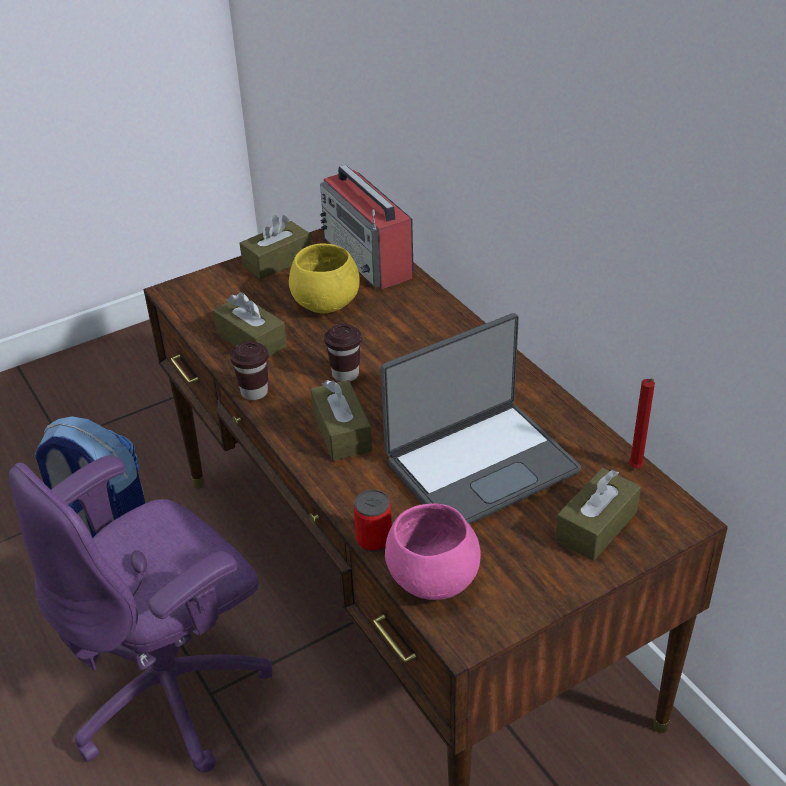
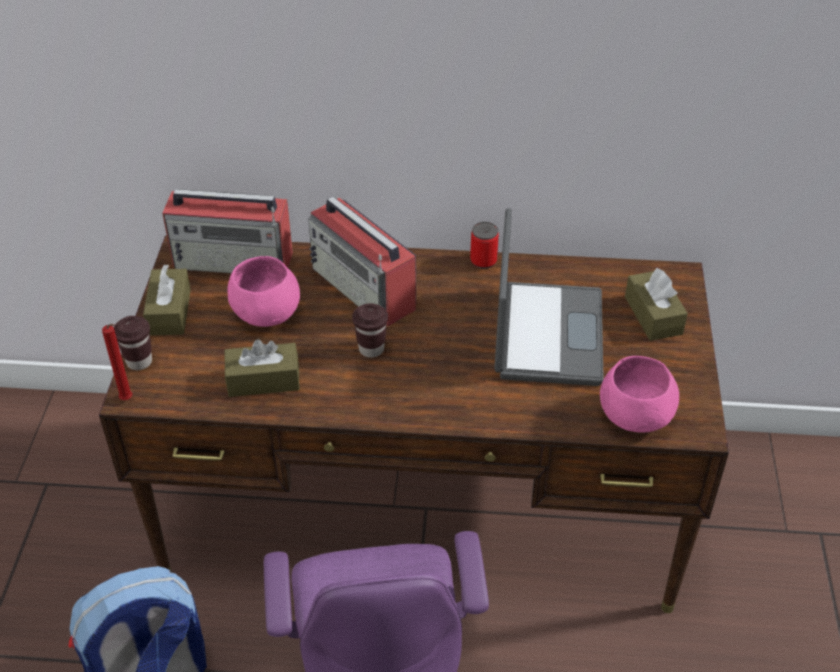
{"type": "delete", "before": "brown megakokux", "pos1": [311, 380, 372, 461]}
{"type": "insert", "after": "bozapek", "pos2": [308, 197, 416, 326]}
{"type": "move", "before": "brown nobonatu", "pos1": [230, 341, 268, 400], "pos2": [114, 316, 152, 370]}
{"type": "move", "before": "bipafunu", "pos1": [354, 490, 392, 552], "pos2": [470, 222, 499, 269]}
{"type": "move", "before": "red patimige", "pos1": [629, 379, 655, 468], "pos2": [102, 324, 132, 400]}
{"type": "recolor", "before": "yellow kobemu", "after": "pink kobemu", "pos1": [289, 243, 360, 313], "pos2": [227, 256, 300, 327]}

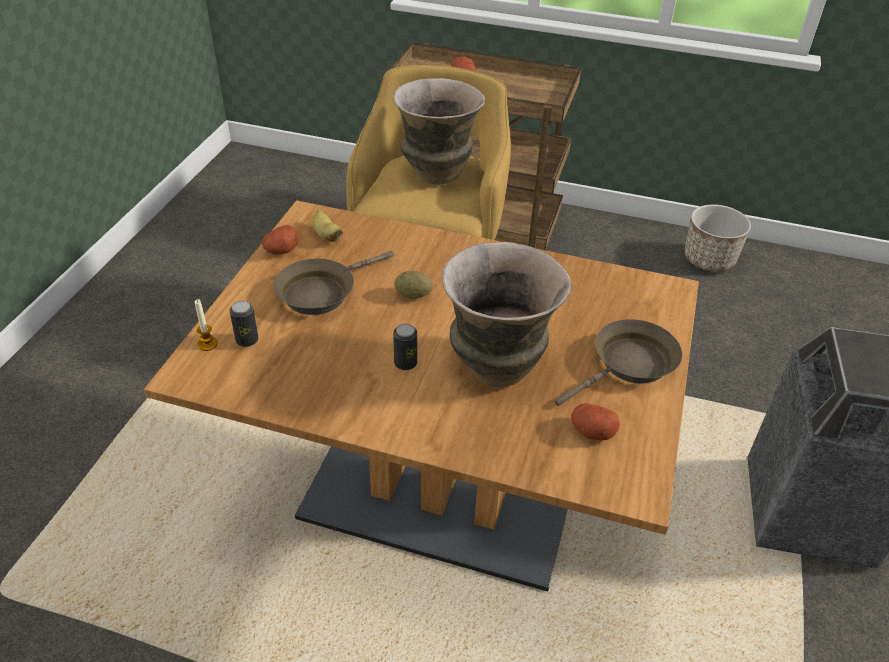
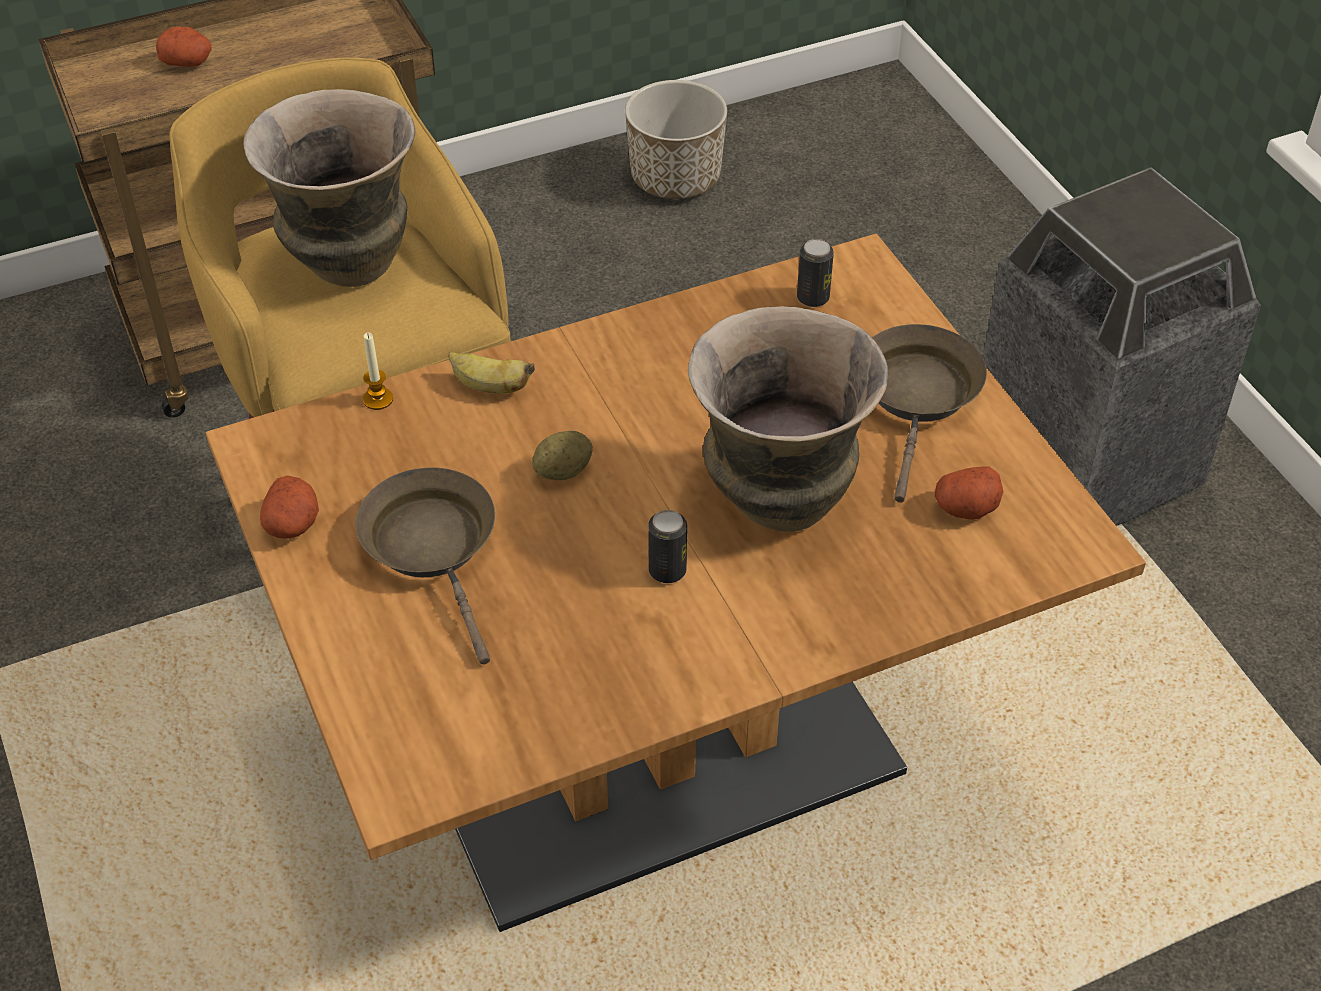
{"type": "move", "before": "patimige", "pos1": [195, 299, 218, 351], "pos2": [363, 333, 393, 410]}
{"type": "move", "before": "bipafunu", "pos1": [229, 301, 259, 347], "pos2": [797, 239, 834, 307]}
{"type": "move", "before": "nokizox", "pos1": [313, 209, 343, 242], "pos2": [448, 351, 535, 394]}
{"type": "rotate", "before": "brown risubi", "pos1": [273, 251, 394, 315], "pos2": [355, 467, 495, 664], "turn": 150}

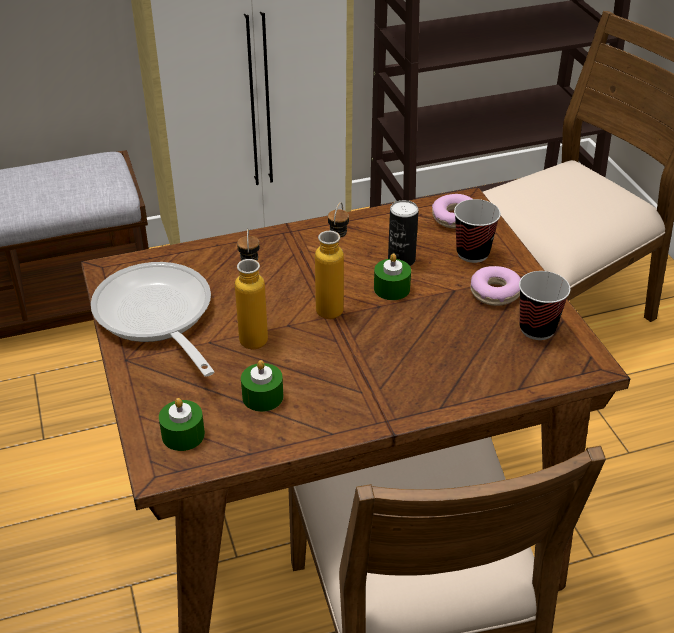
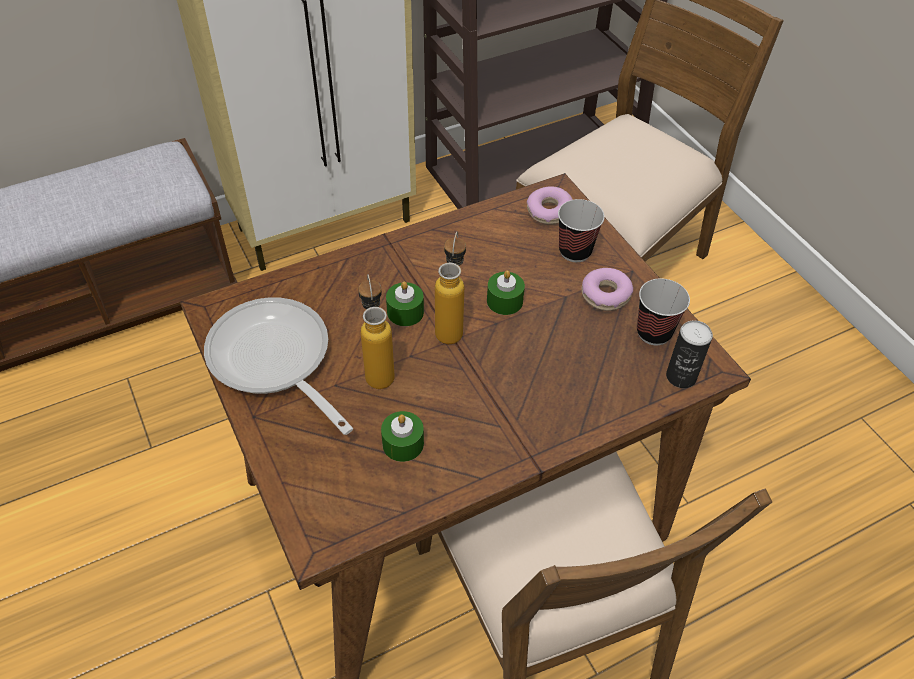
{"type": "move", "before": "green patimige", "pos1": [159, 398, 205, 451], "pos2": [386, 281, 424, 326]}
{"type": "move", "before": "bipafunu", "pos1": [388, 200, 419, 266], "pos2": [666, 320, 713, 388]}

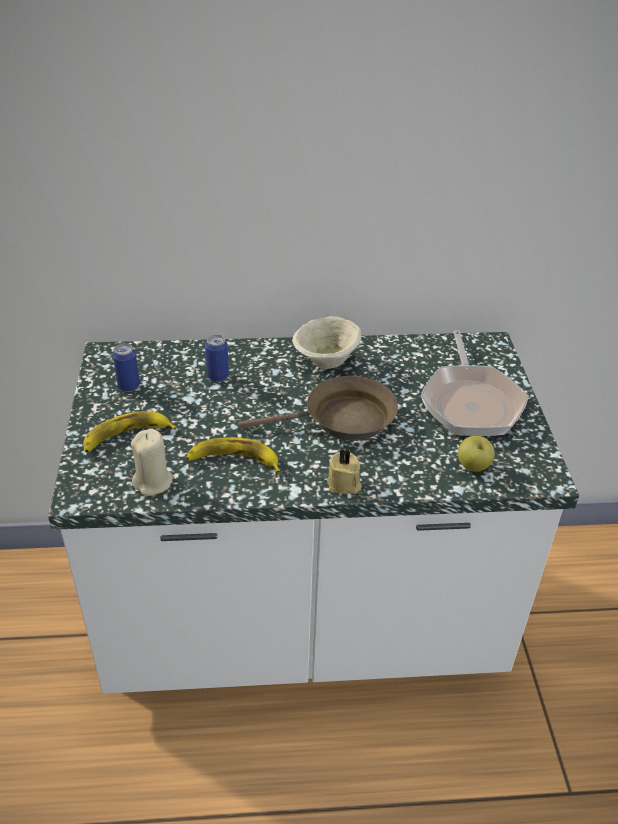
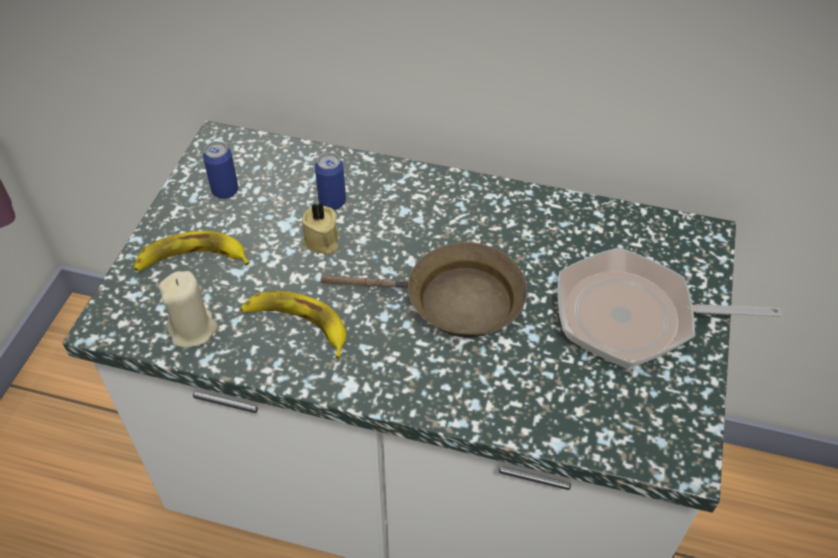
{"type": "delete", "before": "beige kobemu", "pos1": [292, 316, 361, 369]}
{"type": "delete", "before": "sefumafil", "pos1": [458, 436, 495, 471]}
{"type": "move", "before": "beige patimige", "pos1": [327, 449, 362, 494], "pos2": [302, 203, 340, 255]}
{"type": "rotate", "before": "risubi", "pos1": [420, 330, 529, 436], "pos2": [558, 247, 782, 369], "turn": 75}

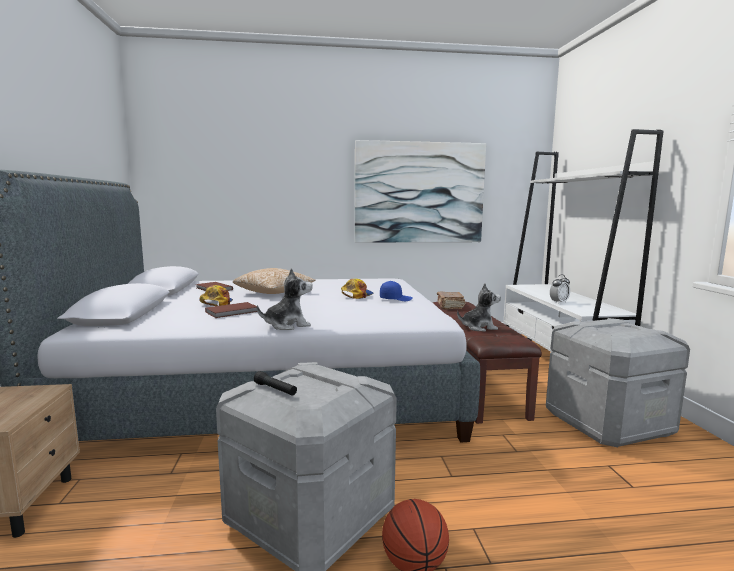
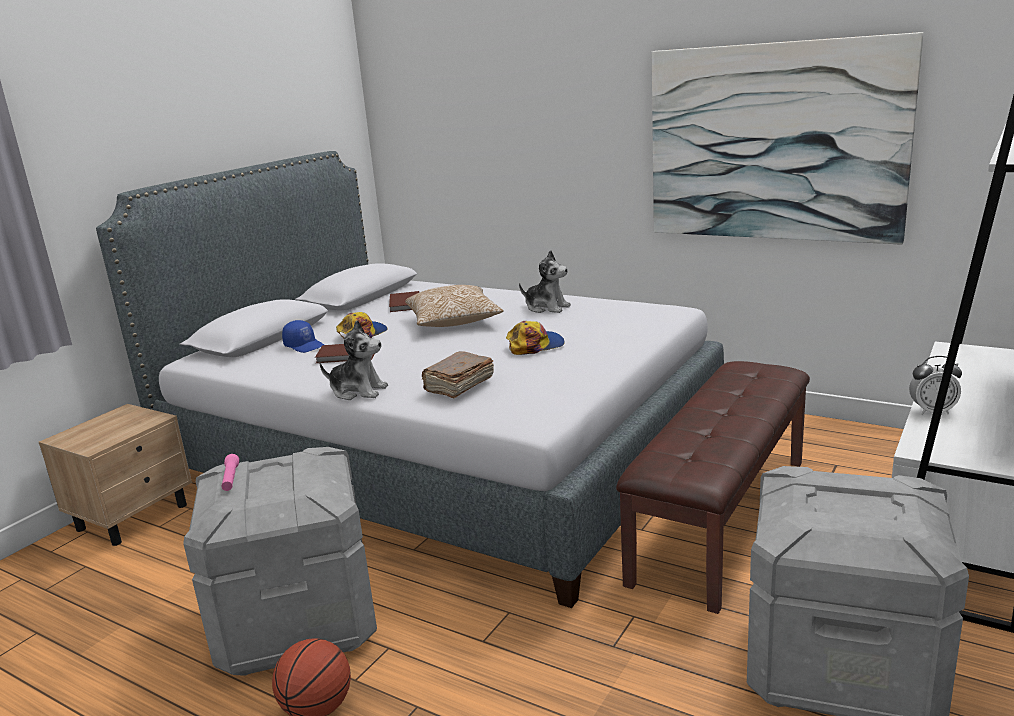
{"type": "move", "before": "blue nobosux", "pos1": [380, 281, 413, 301], "pos2": [282, 320, 324, 353]}
{"type": "move", "before": "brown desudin", "pos1": [437, 292, 466, 309], "pos2": [421, 351, 494, 398]}
{"type": "move", "before": "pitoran", "pos1": [457, 283, 501, 332], "pos2": [519, 250, 571, 313]}
{"type": "recolor", "before": "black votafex", "after": "pink votafex", "pos1": [254, 371, 297, 396], "pos2": [221, 454, 239, 491]}

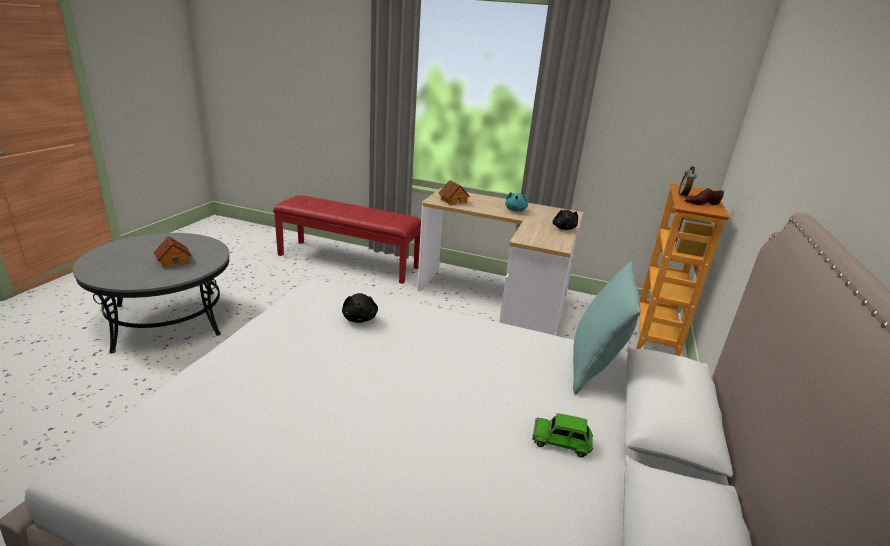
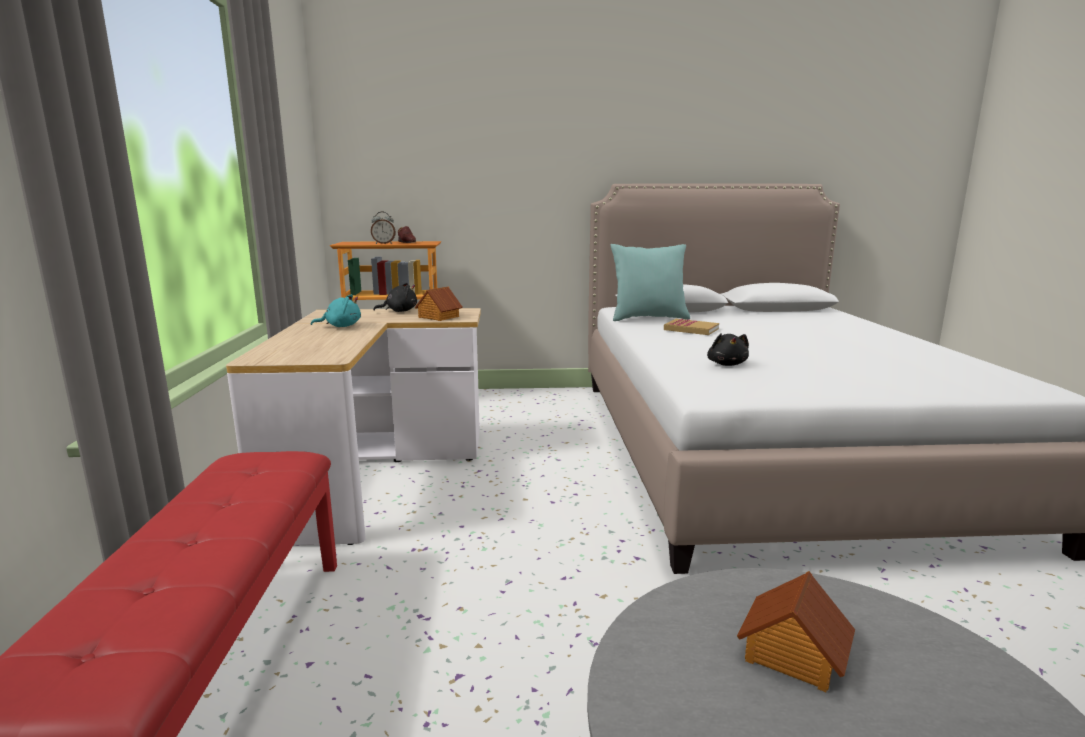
{"type": "delete", "before": "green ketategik", "pos1": [532, 413, 593, 457]}
{"type": "insert", "after": "desudin", "pos2": [664, 319, 719, 335]}
{"type": "move", "before": "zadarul", "pos1": [438, 180, 470, 205], "pos2": [415, 286, 462, 321]}
{"type": "rotate", "before": "black pitoran", "pos1": [342, 293, 378, 323], "pos2": [707, 334, 749, 366], "turn": 120}

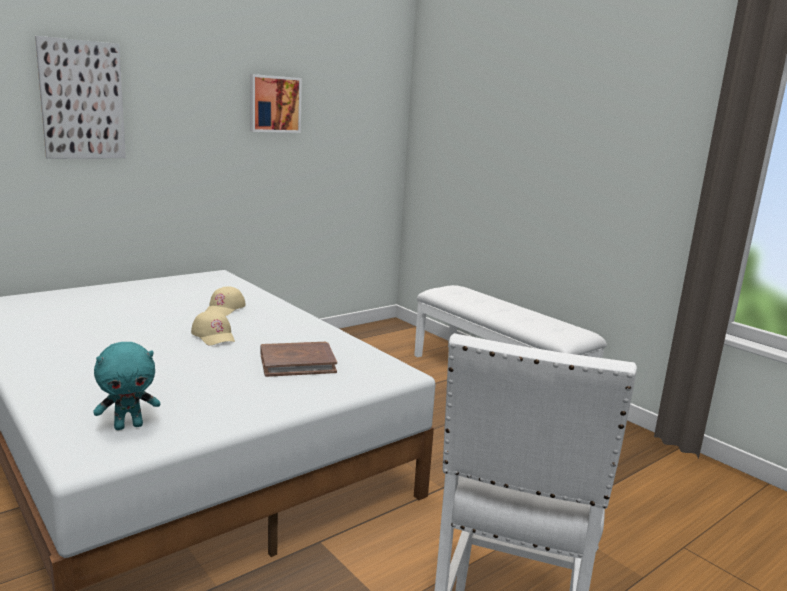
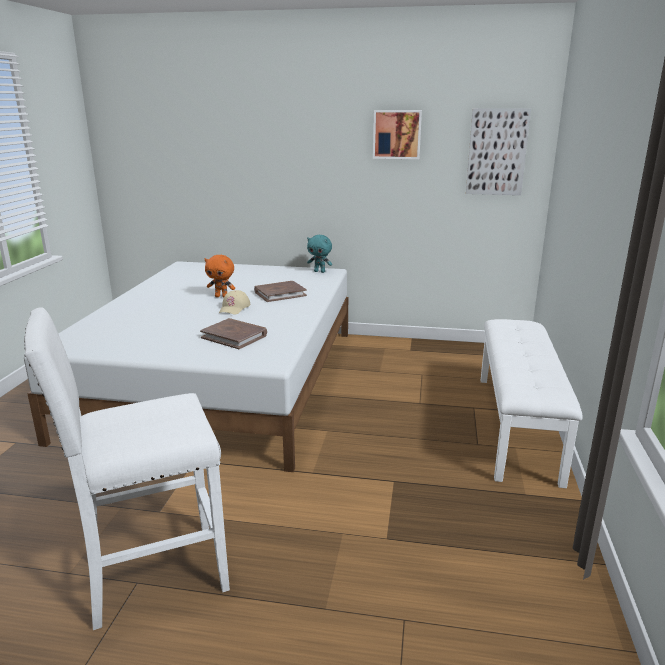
{"type": "insert", "after": "orange pitoran", "pos2": [205, 255, 235, 298]}
{"type": "move", "before": "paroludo", "pos1": [35, 36, 126, 159], "pos2": [466, 108, 531, 195]}
{"type": "move", "before": "turquoise pitoran", "pos1": [93, 342, 160, 430], "pos2": [307, 235, 332, 273]}
{"type": "replace", "before": "beige nobosux", "after": "brown desudin", "pos1": [206, 286, 246, 316], "pos2": [254, 281, 307, 302]}

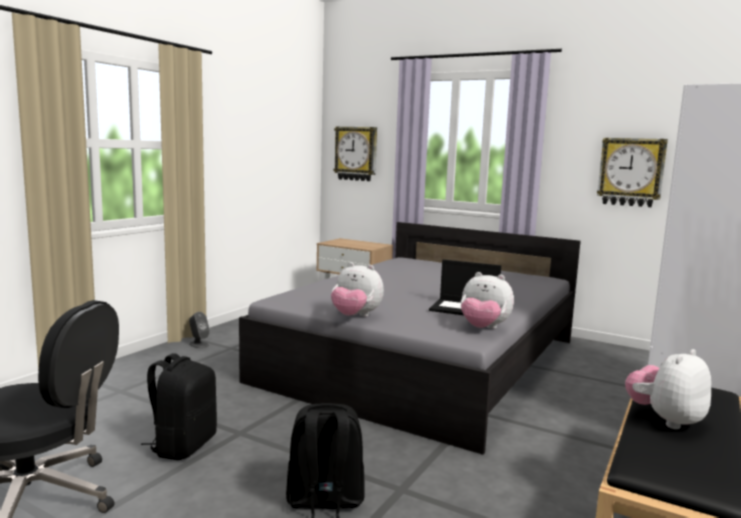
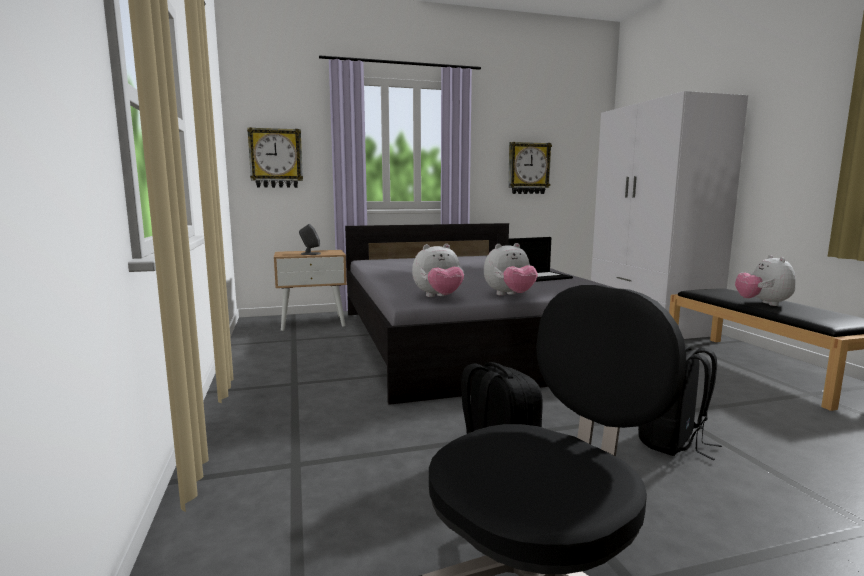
{"type": "move", "before": "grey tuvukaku", "pos1": [189, 312, 210, 348], "pos2": [299, 224, 321, 255]}
{"type": "move", "before": "pitoran", "pos1": [461, 272, 514, 329], "pos2": [412, 244, 464, 297]}

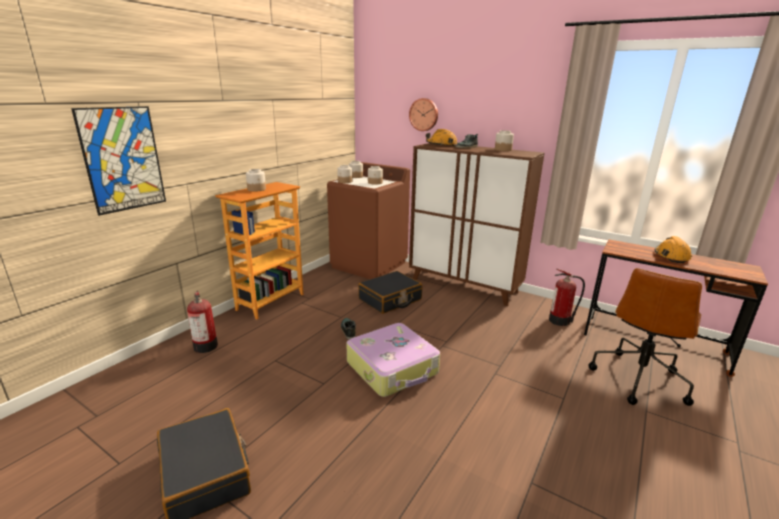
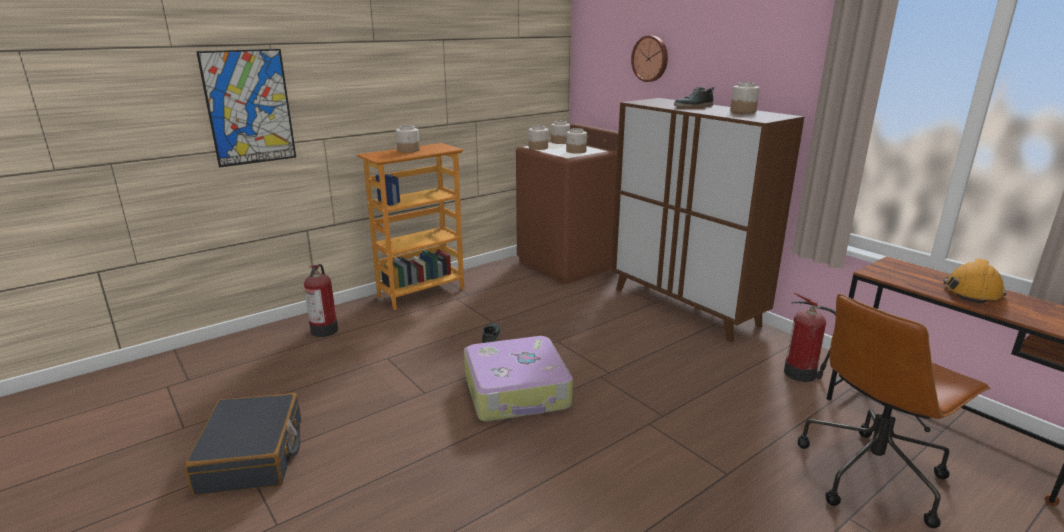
{"type": "delete", "before": "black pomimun", "pos1": [358, 271, 422, 314]}
{"type": "delete", "before": "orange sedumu", "pos1": [426, 129, 457, 147]}

